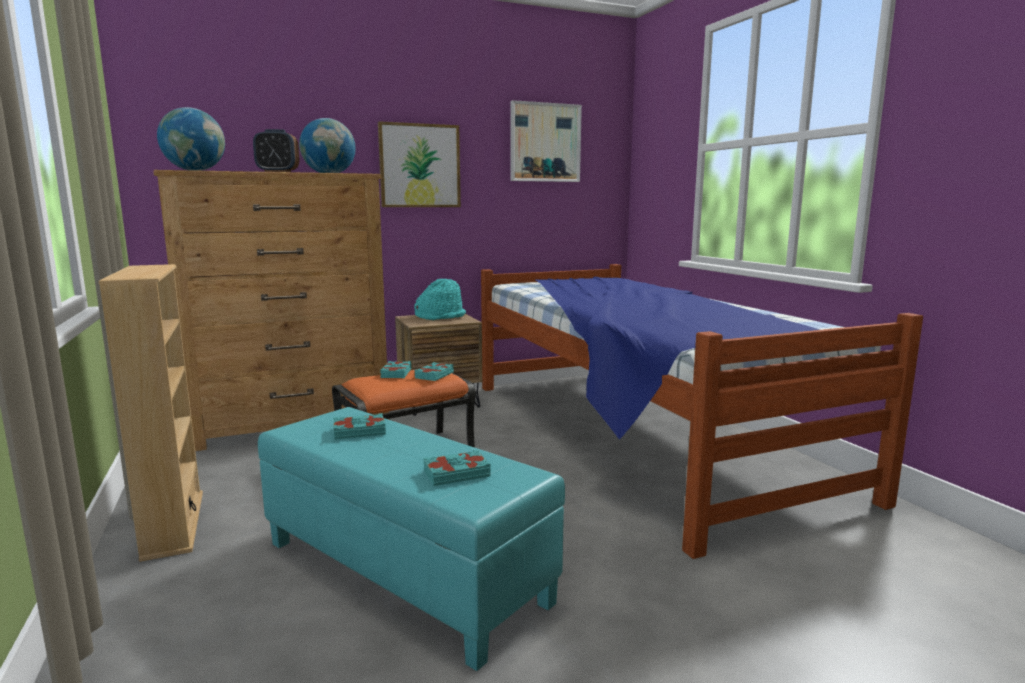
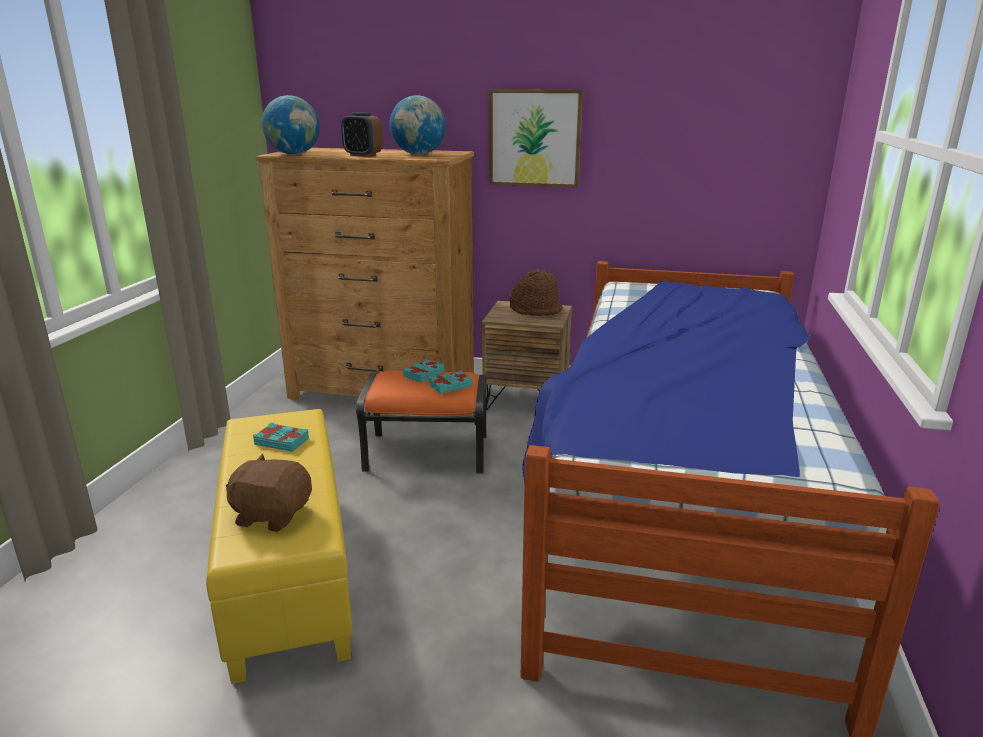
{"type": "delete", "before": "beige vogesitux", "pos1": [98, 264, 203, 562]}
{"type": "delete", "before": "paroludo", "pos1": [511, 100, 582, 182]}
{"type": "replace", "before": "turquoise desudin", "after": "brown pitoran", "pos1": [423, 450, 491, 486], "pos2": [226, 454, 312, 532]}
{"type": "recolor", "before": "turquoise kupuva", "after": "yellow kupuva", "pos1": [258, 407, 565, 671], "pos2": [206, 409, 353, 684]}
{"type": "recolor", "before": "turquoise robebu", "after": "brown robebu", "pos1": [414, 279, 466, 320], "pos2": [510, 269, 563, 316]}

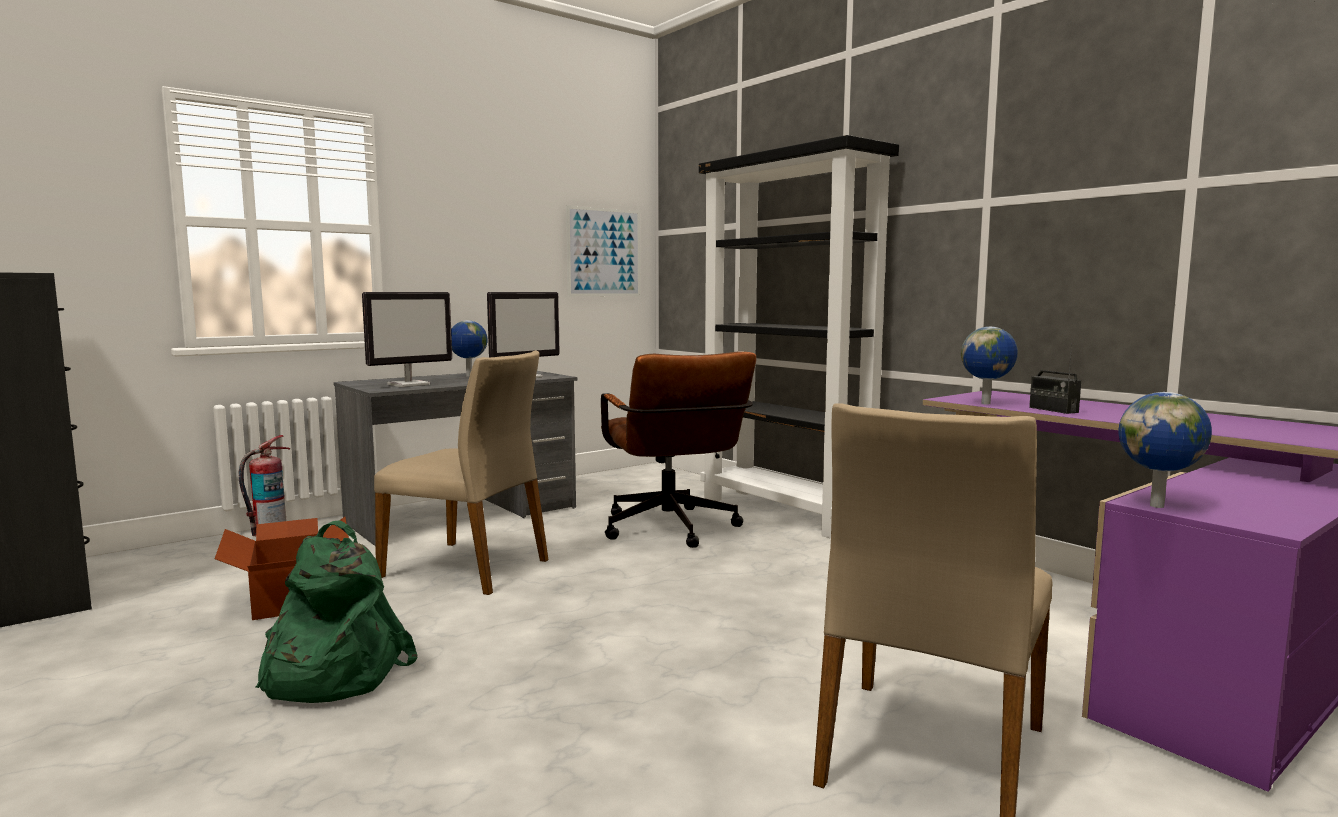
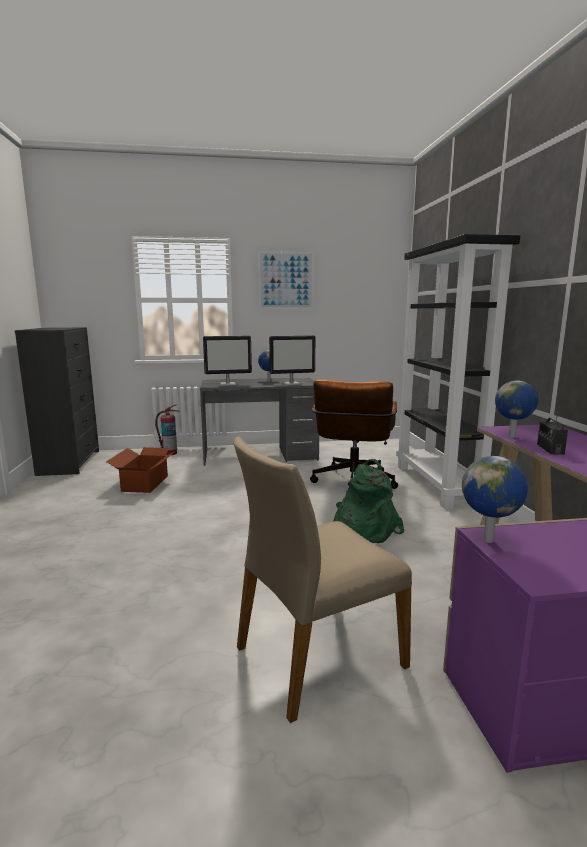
{"type": "delete", "before": "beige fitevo", "pos1": [374, 350, 549, 595]}
{"type": "move", "before": "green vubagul", "pos1": [255, 520, 418, 703], "pos2": [333, 459, 404, 543]}
{"type": "move", "before": "paroludo", "pos1": [566, 205, 640, 297], "pos2": [258, 251, 314, 309]}

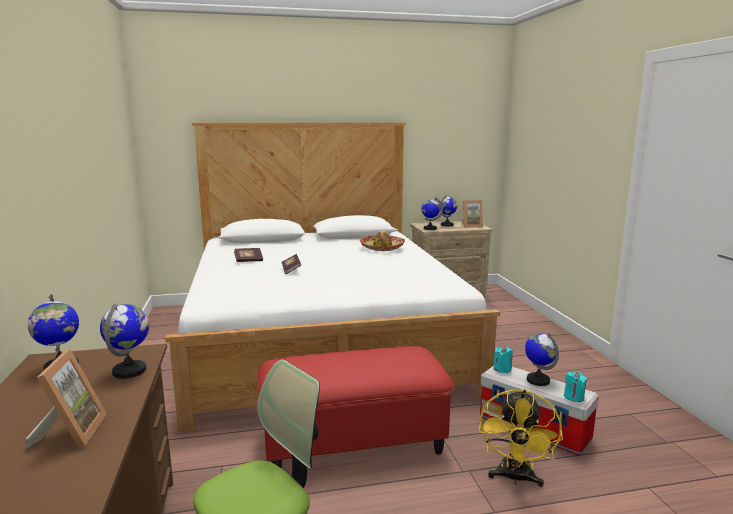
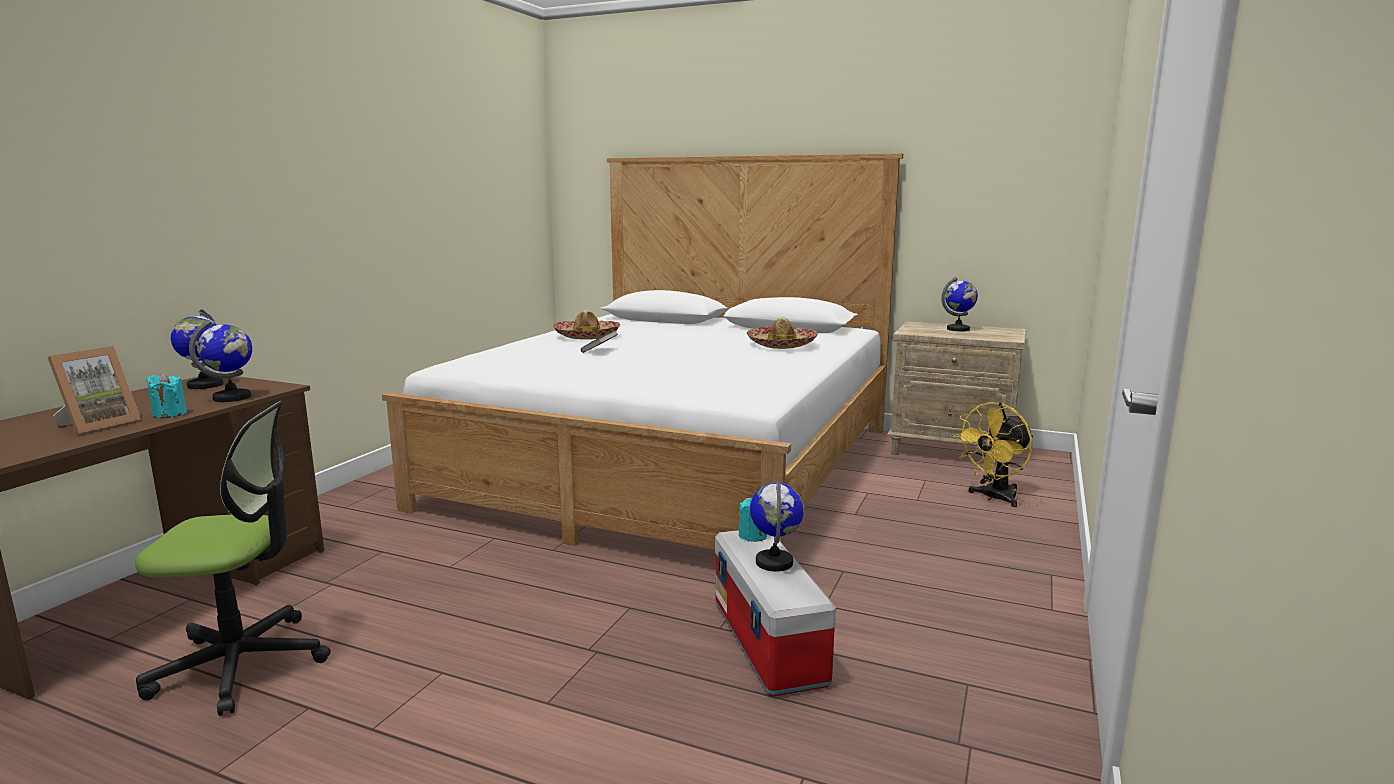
{"type": "delete", "before": "red kupuva", "pos1": [257, 346, 454, 469]}
{"type": "delete", "before": "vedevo", "pos1": [421, 197, 443, 230]}
{"type": "delete", "before": "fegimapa", "pos1": [461, 200, 483, 227]}
{"type": "move", "before": "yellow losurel", "pos1": [479, 389, 563, 487], "pos2": [954, 402, 1033, 507]}
{"type": "move", "before": "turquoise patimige", "pos1": [564, 372, 587, 402], "pos2": [146, 373, 187, 418]}
{"type": "replace", "before": "desudin", "after": "robebu", "pos1": [234, 248, 263, 262], "pos2": [553, 310, 621, 340]}

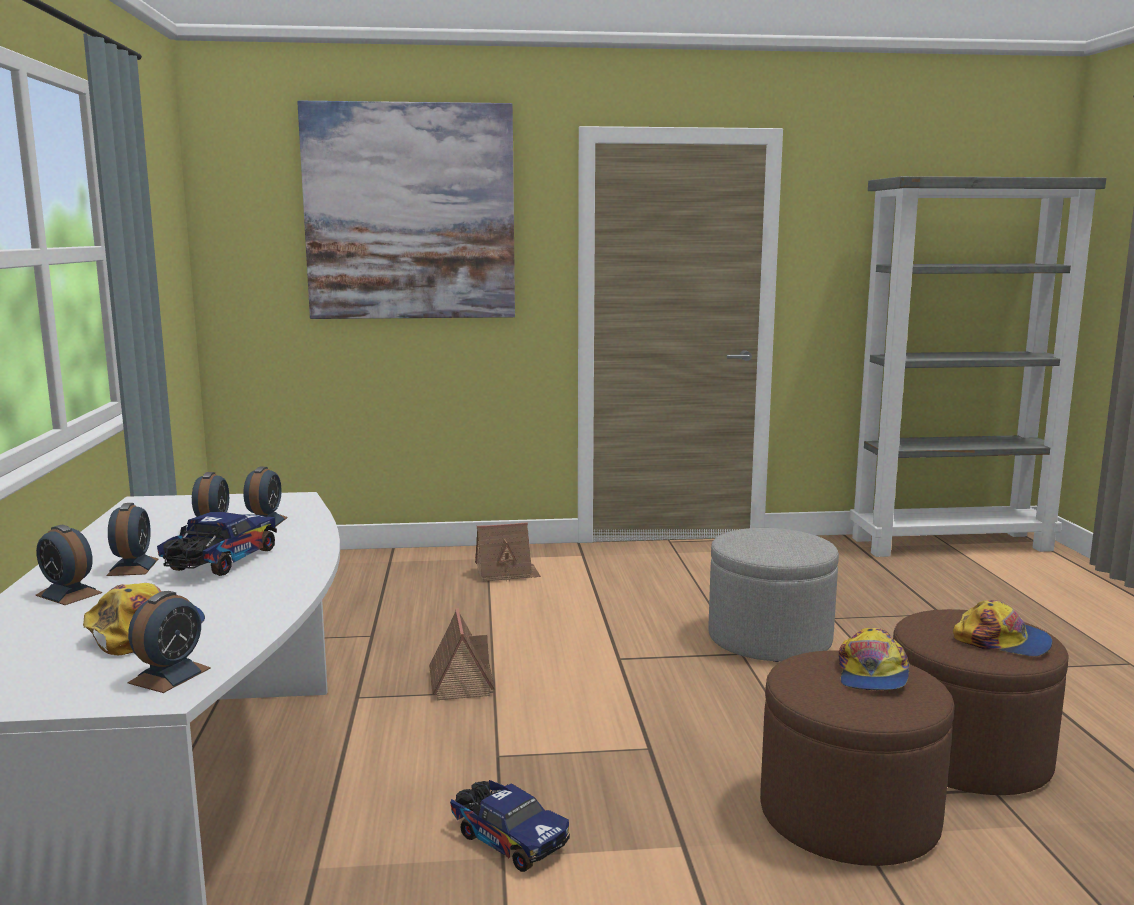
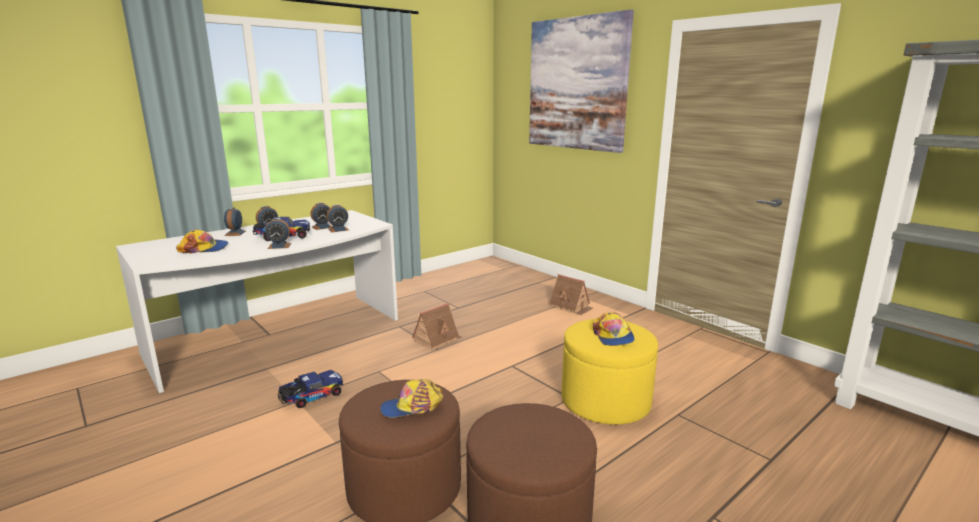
{"type": "move", "before": "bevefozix", "pos1": [128, 591, 211, 693], "pos2": [265, 218, 291, 249]}
{"type": "move", "before": "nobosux", "pos1": [953, 600, 1053, 656], "pos2": [593, 312, 635, 346]}
{"type": "recolor", "before": "grey kupuva", "after": "yellow kupuva", "pos1": [708, 528, 839, 662], "pos2": [562, 319, 658, 425]}
{"type": "rotate", "before": "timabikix", "pos1": [450, 780, 570, 872], "pos2": [278, 370, 343, 408], "turn": -135}

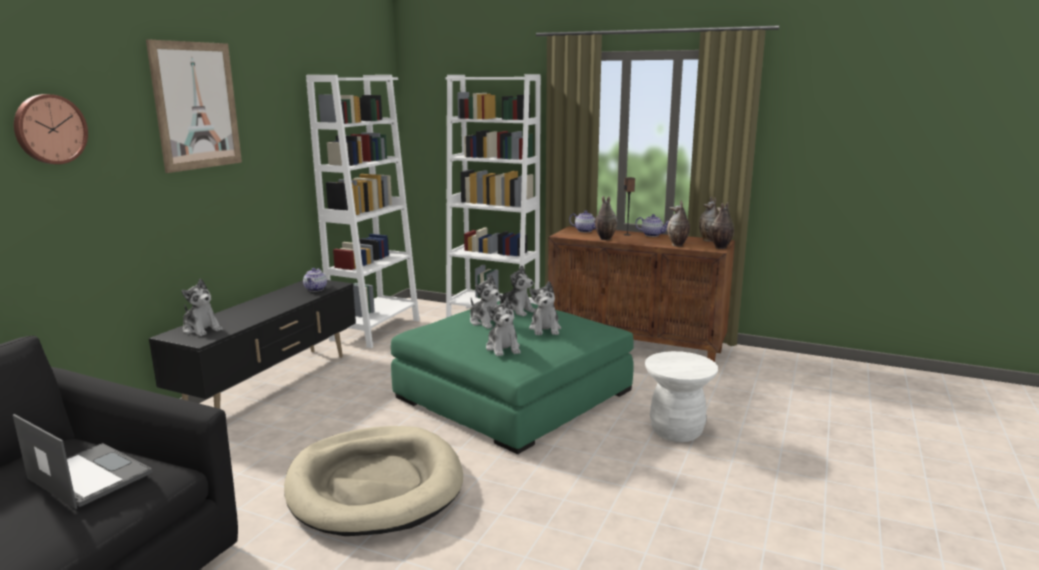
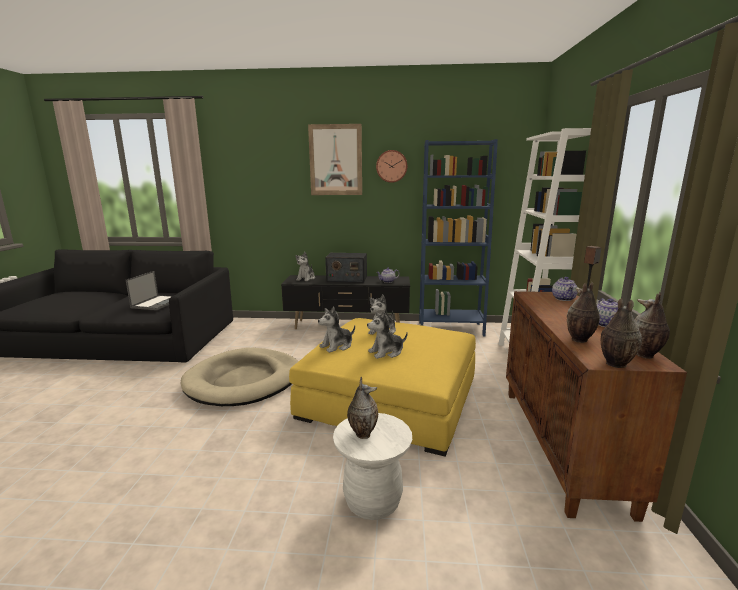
{"type": "delete", "before": "pitoran", "pos1": [497, 265, 536, 317]}
{"type": "insert", "after": "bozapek", "pos2": [325, 253, 367, 283]}
{"type": "move", "before": "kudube", "pos1": [14, 94, 88, 164], "pos2": [376, 150, 407, 183]}
{"type": "move", "before": "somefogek", "pos1": [595, 196, 617, 240], "pos2": [347, 376, 378, 439]}
{"type": "recolor", "before": "white vogesitux", "after": "blue vogesitux", "pos1": [306, 75, 420, 348], "pos2": [419, 139, 498, 337]}
{"type": "recolor", "before": "green kupuva", "after": "yellow kupuva", "pos1": [391, 301, 634, 454], "pos2": [289, 318, 476, 457]}

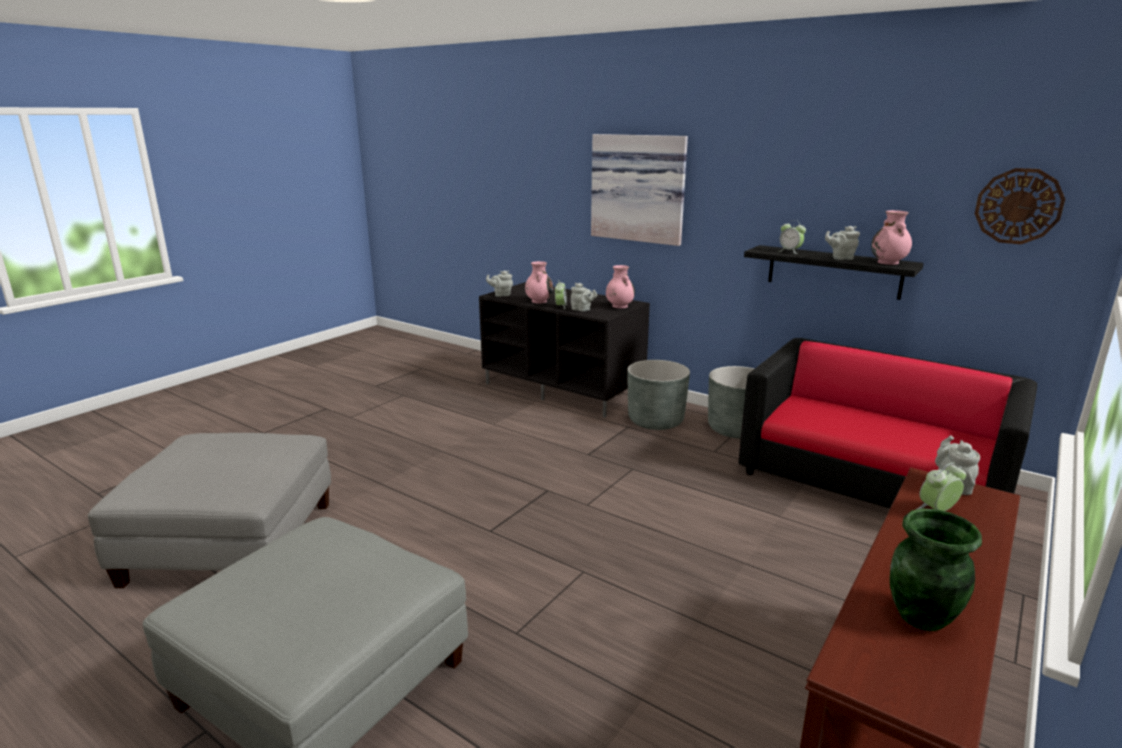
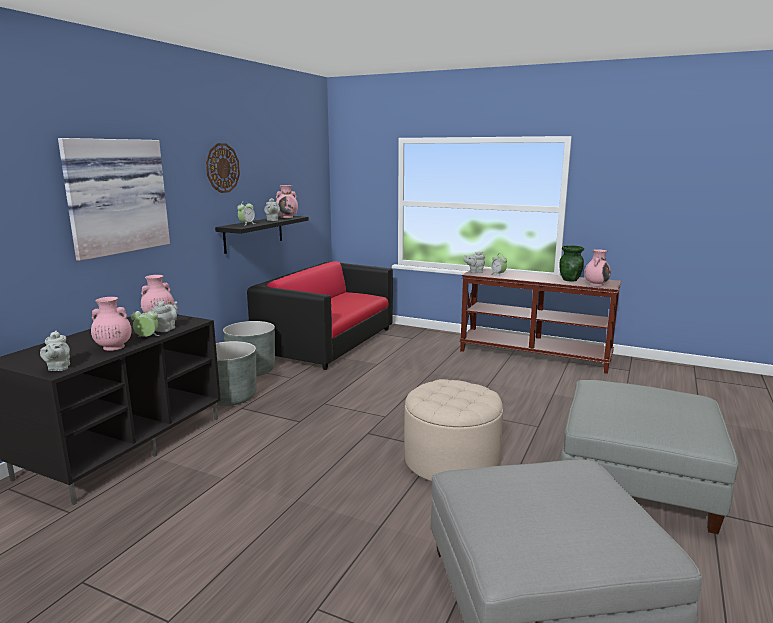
{"type": "insert", "after": "beige kupuva", "pos2": [404, 379, 503, 482]}
{"type": "insert", "after": "pink somefogek", "pos2": [584, 249, 611, 286]}
{"type": "move", "before": "kudube", "pos1": [975, 168, 1065, 244], "pos2": [206, 143, 240, 193]}

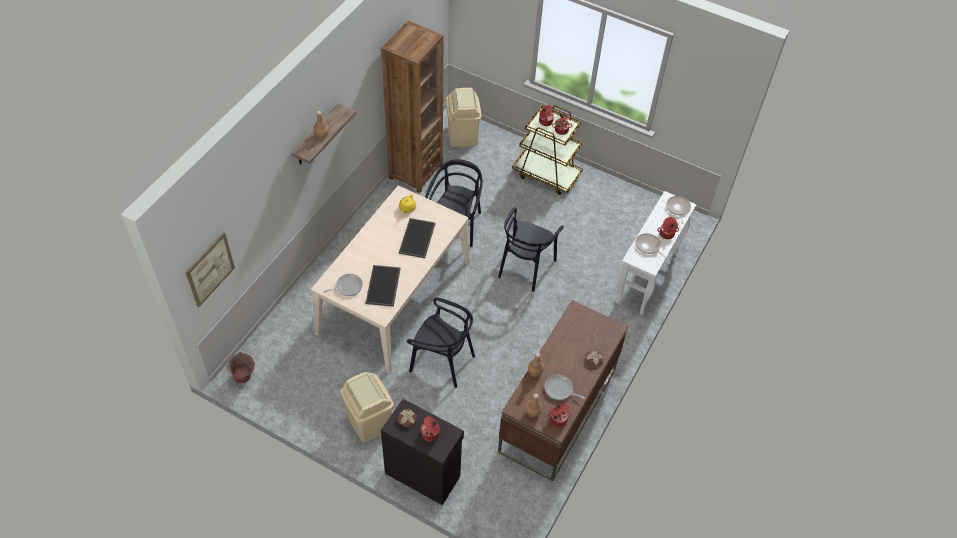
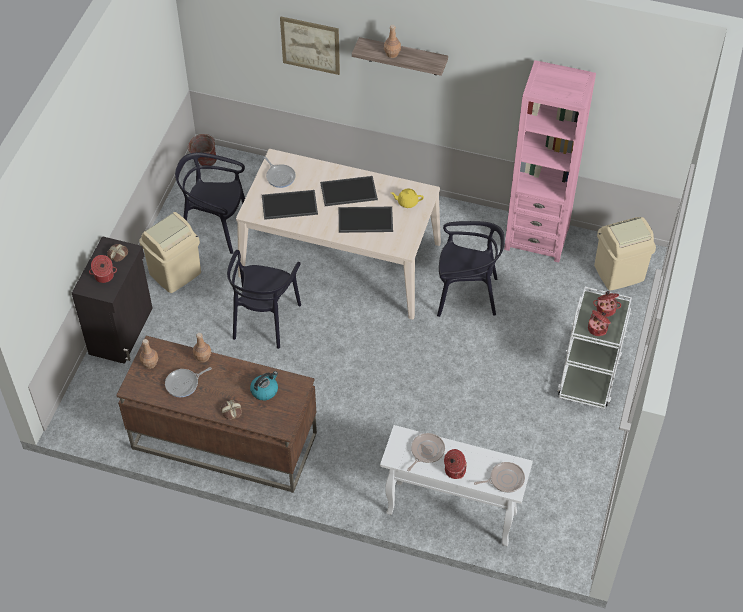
{"type": "delete", "before": "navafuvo", "pos1": [547, 404, 572, 427]}
{"type": "insert", "after": "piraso", "pos2": [250, 371, 278, 401]}
{"type": "insert", "after": "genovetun", "pos2": [320, 176, 378, 206]}
{"type": "move", "before": "paroludo", "pos1": [185, 232, 235, 307], "pos2": [280, 17, 340, 75]}
{"type": "move", "before": "black fitevo", "pos1": [498, 207, 564, 292], "pos2": [175, 153, 245, 254]}
{"type": "recolor", "before": "brown vogesitux", "after": "pink vogesitux", "pos1": [381, 21, 444, 193], "pos2": [504, 60, 596, 262]}
{"type": "recolor", "before": "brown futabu", "after": "white futabu", "pos1": [512, 105, 583, 195], "pos2": [557, 287, 632, 409]}
{"type": "rotate", "before": "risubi", "pos1": [545, 375, 585, 400], "pos2": [165, 367, 212, 397], "turn": -135}

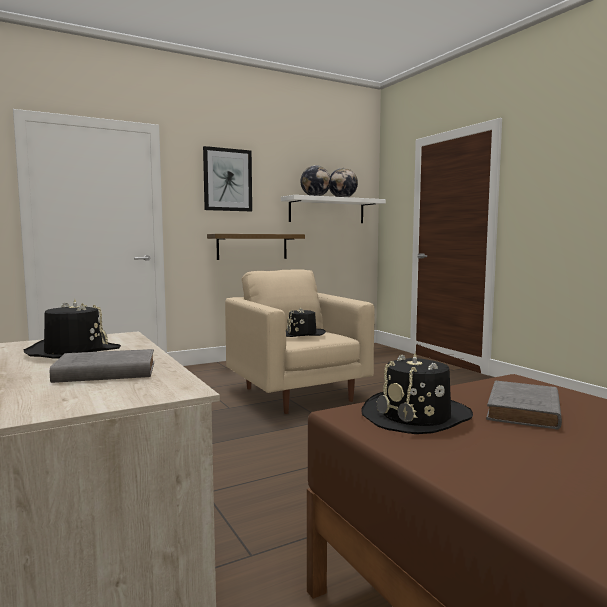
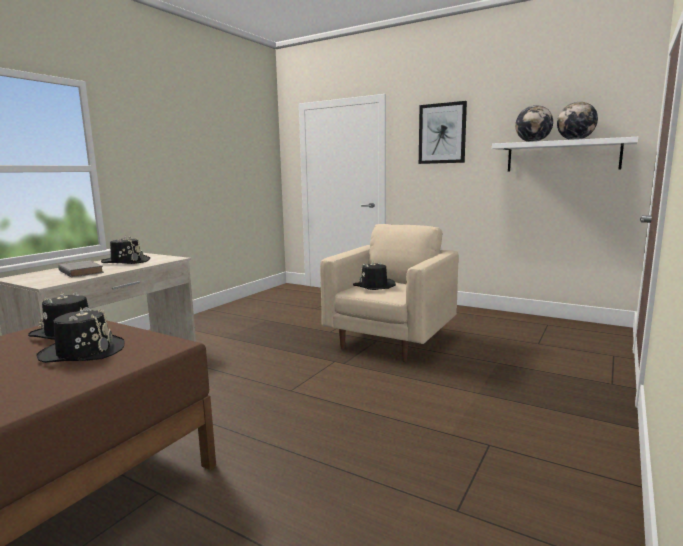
{"type": "delete", "before": "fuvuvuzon", "pos1": [207, 234, 305, 260]}
{"type": "replace", "before": "grey desudin", "after": "black robebu", "pos1": [486, 381, 562, 430], "pos2": [36, 307, 125, 363]}

